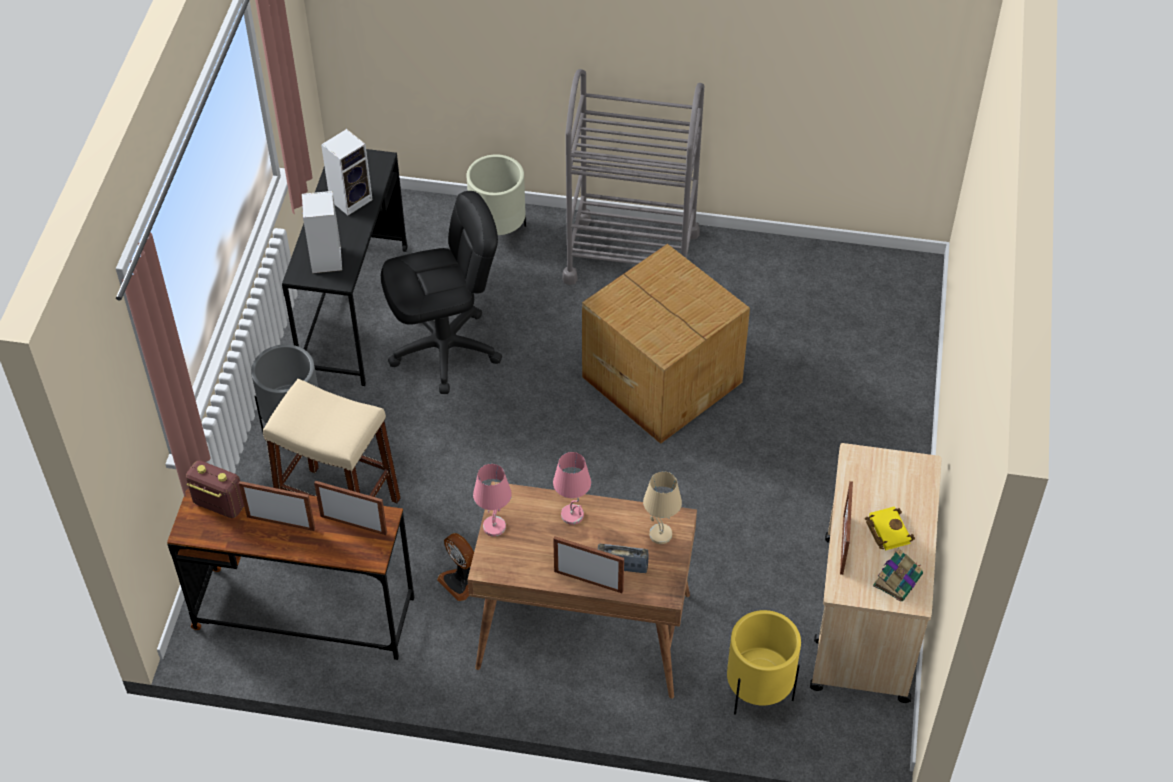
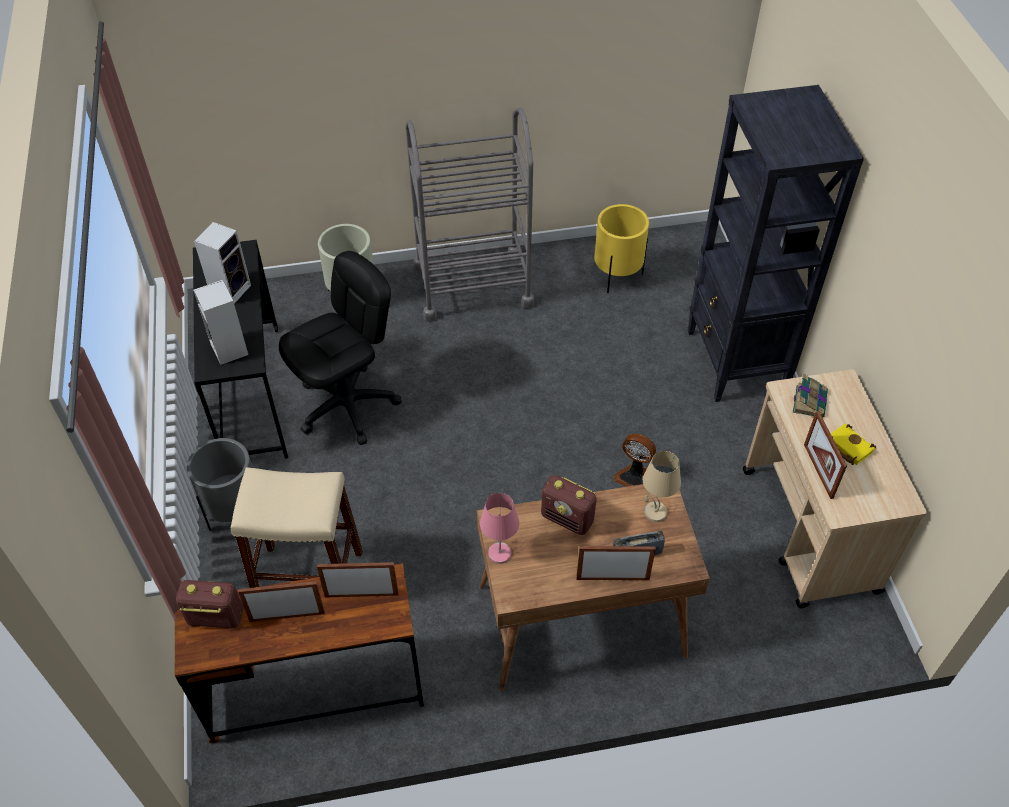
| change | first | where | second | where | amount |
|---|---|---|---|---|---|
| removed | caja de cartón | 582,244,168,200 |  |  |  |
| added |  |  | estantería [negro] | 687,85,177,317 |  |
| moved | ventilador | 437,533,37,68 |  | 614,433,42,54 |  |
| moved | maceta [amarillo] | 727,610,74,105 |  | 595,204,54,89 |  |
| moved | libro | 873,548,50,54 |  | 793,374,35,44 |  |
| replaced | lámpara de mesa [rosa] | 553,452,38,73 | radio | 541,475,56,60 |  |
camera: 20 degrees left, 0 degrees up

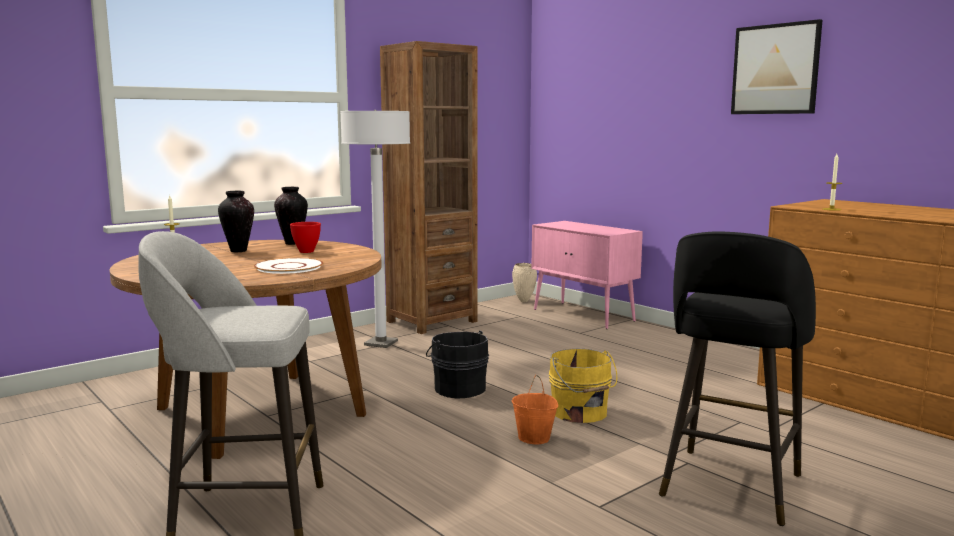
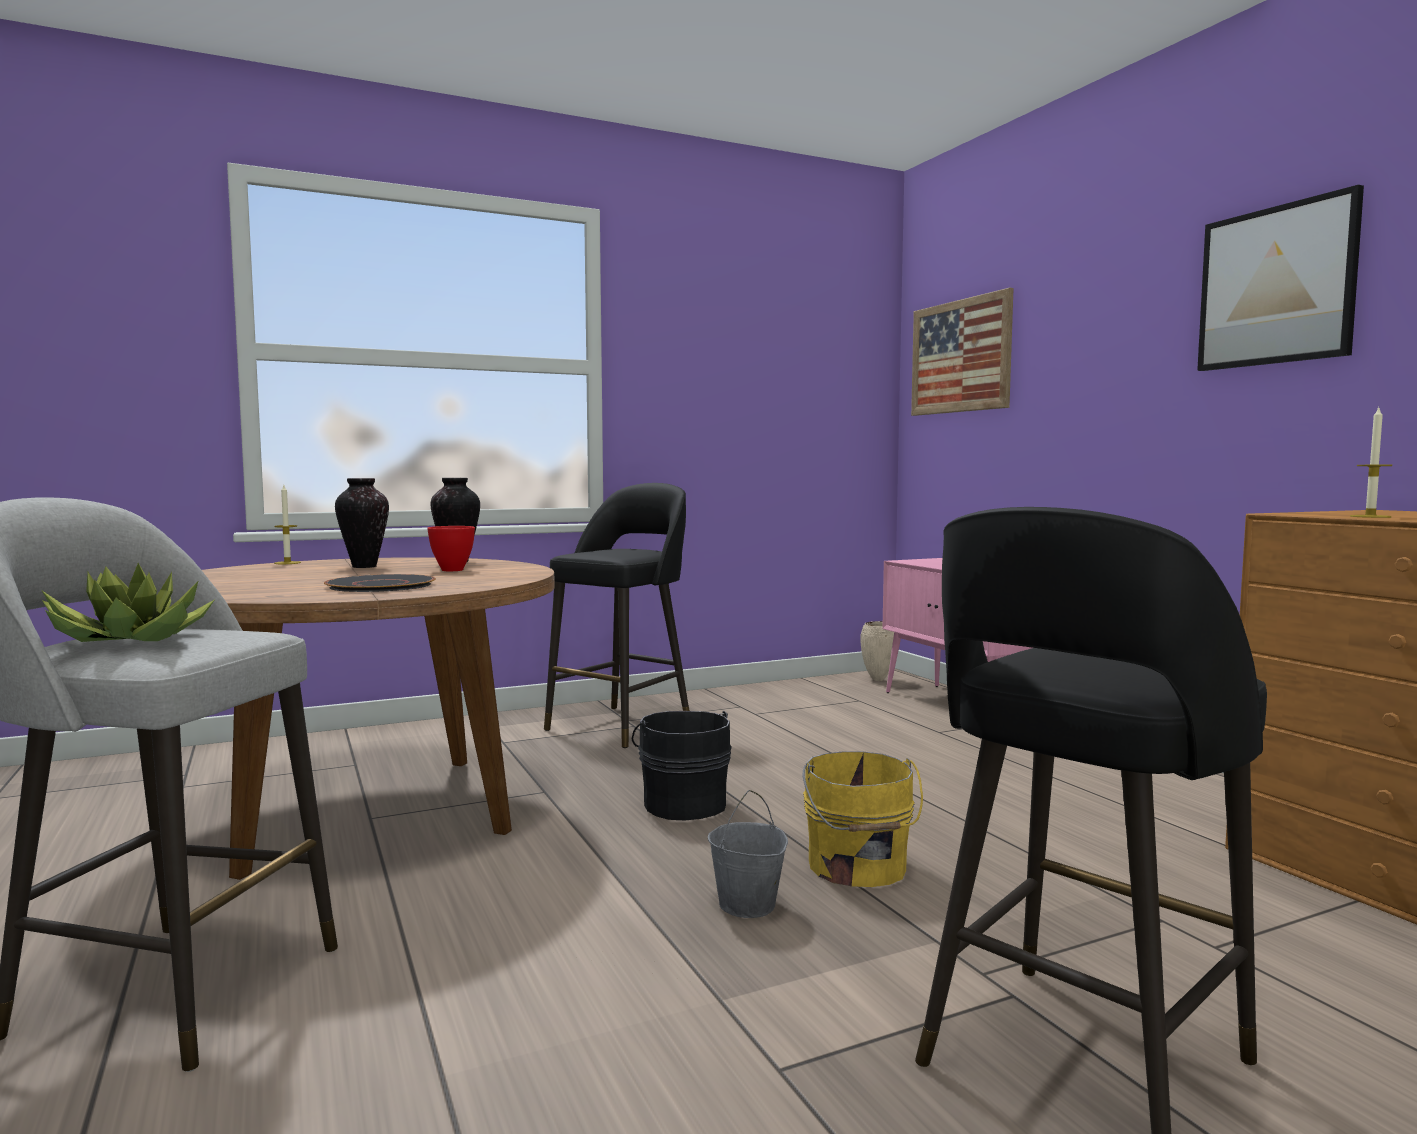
| change | first | where | second | where | amount |
|---|---|---|---|---|---|
| removed | estantería [marrón] | 380,41,98,293 |  |  |  |
| added |  |  | planta en maceta | 42,563,173,79 |  |
| added |  |  | cuadro | 911,288,103,128 |  |
| replaced | lámpara de pie [blanco] | 340,110,70,238 | taburete [negro] | 544,483,146,265 |  |
| recoloured | plato [blanco] | 254,258,69,16 | plato [negro] | 324,574,112,18 |  |
| recoloured | cubo [naranja] | 512,375,46,69 | cubo [gris] | 708,790,80,128 |  |
camera: 15 degrees right, 5 degrees down

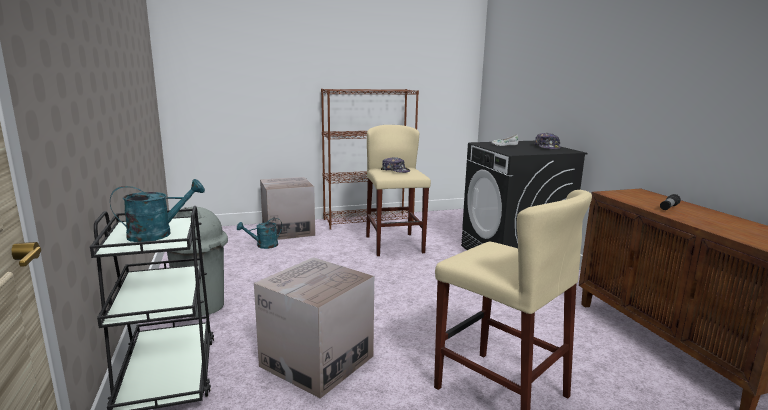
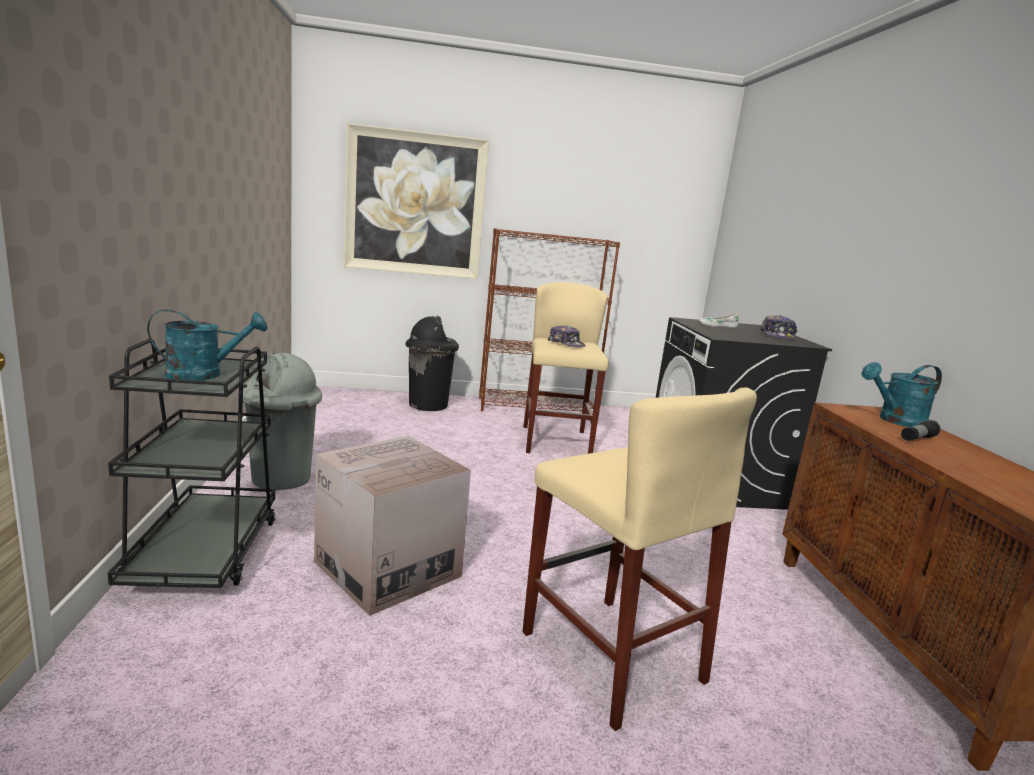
| change | first | where | second | where | amount |
|---|---|---|---|---|---|
| added |  |  | cuadro | 343,123,146,156 |  |
| moved | regadera [turquesa] | 237,218,45,31 |  | 861,362,81,65 |  |
| replaced | caja de cartón | 260,177,55,63 | papelera [negro] | 405,316,54,95 |  |
camera: 10 degrees right, 0 degrees up

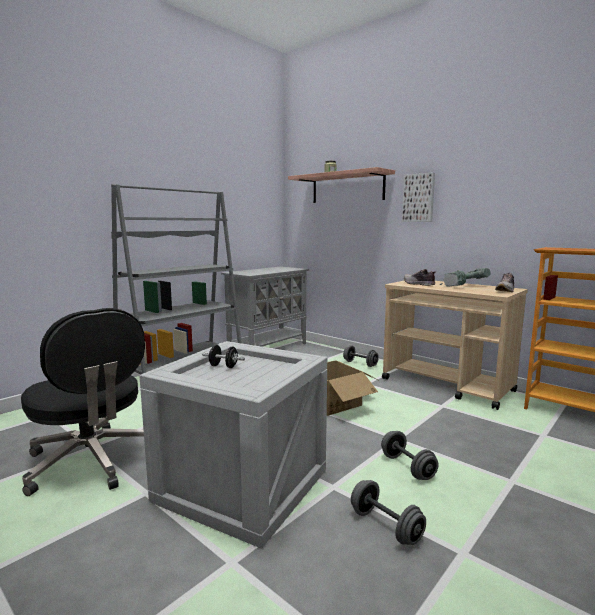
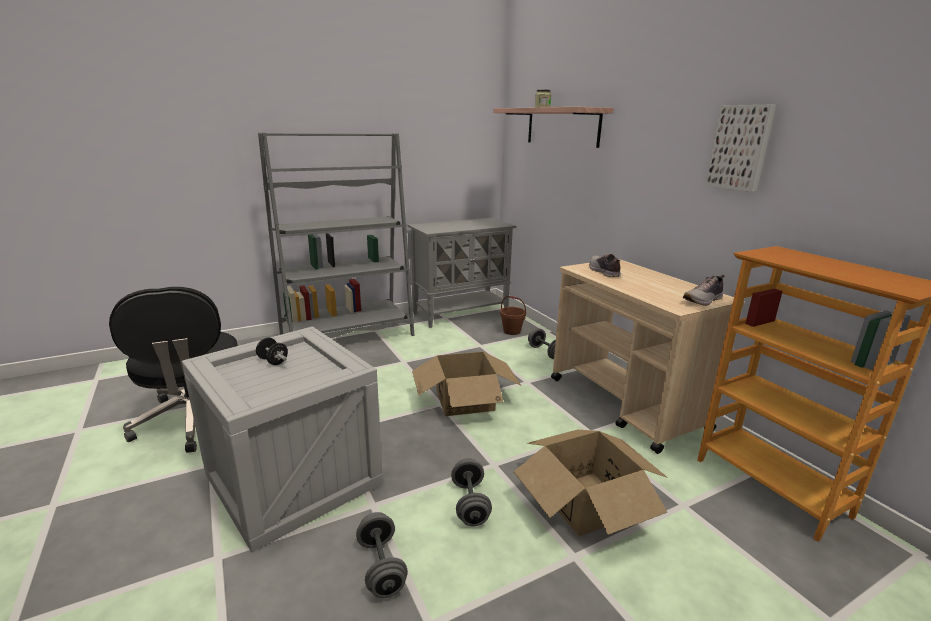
| change | first | where | second | where | amount |
|---|---|---|---|---|---|
| removed | taladro | 440,268,51,19 |  |  |  |
| added |  |  | cubo [marrón] | 500,295,26,40 |  |
| added |  |  | caja de cartón | 513,430,155,106 |  |
| moved | cuadro | 402,172,33,50 |  | 706,105,70,87 |  |
camera: 20 degrees right, 10 degrees up

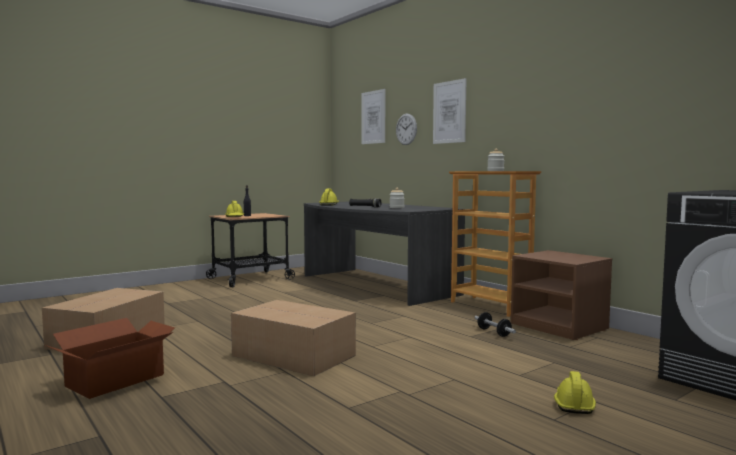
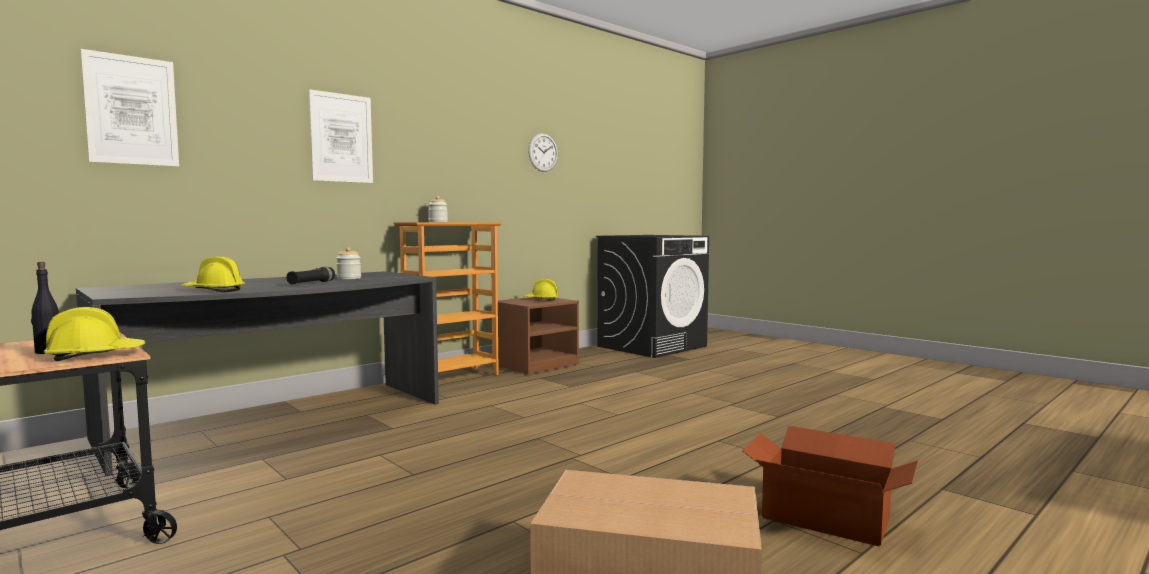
| change | first | where | second | where | amount |
|---|---|---|---|---|---|
| removed | caja de cartón | 231,300,125,76 |  |  |  |
| removed | mancuerna | 475,312,41,25 |  |  |  |
| moved | reloj de pared | 396,114,21,31 |  | 528,133,30,39 |  |
| moved | casco [amarillo] | 554,371,42,43 |  | 524,279,34,22 |  |
camera: 95 degrees left, 0 degrees up

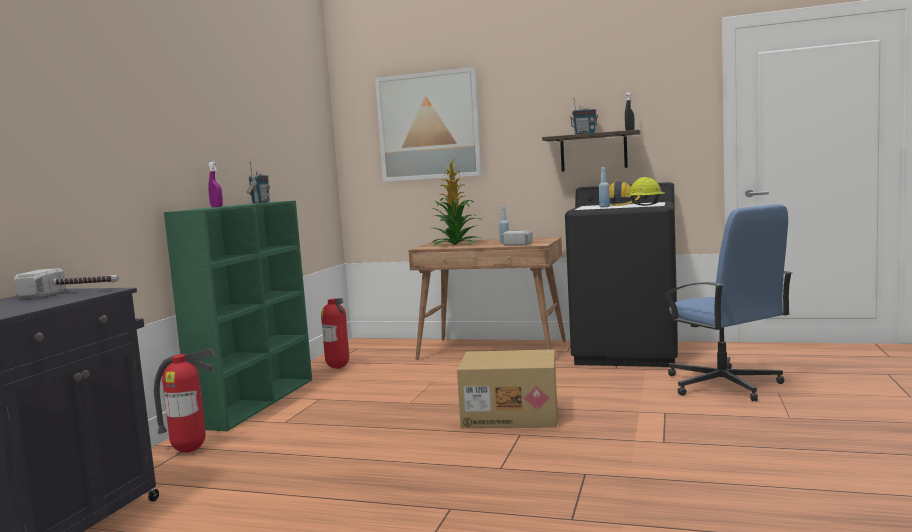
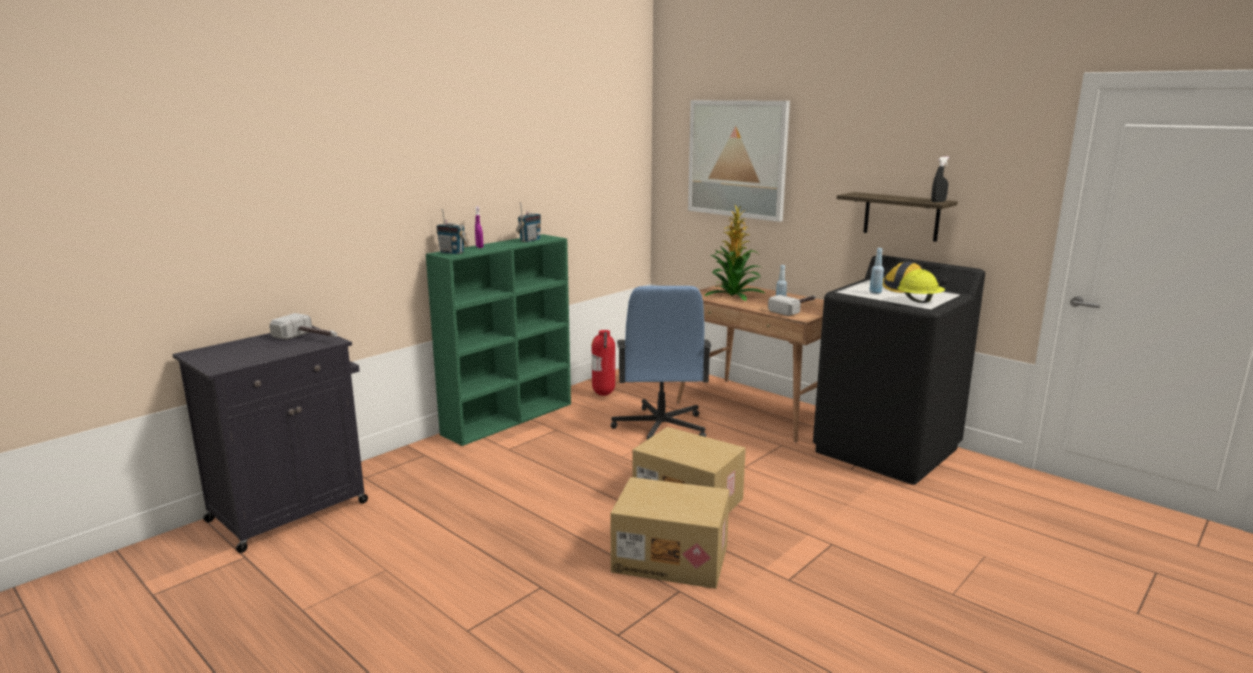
| change | first | where | second | where | amount |
|---|---|---|---|---|---|
| removed | extintor | 154,349,62,104 |  |  |  |
| added |  |  | caja de cartón | 610,477,120,112 |  |
| moved | radio | 570,98,28,36 |  | 436,209,32,45 |  |
| moved | silla de oficina [azul] | 663,204,129,197 |  | 610,286,102,154 |  |
camera: 25 degrees right, 10 degrees up

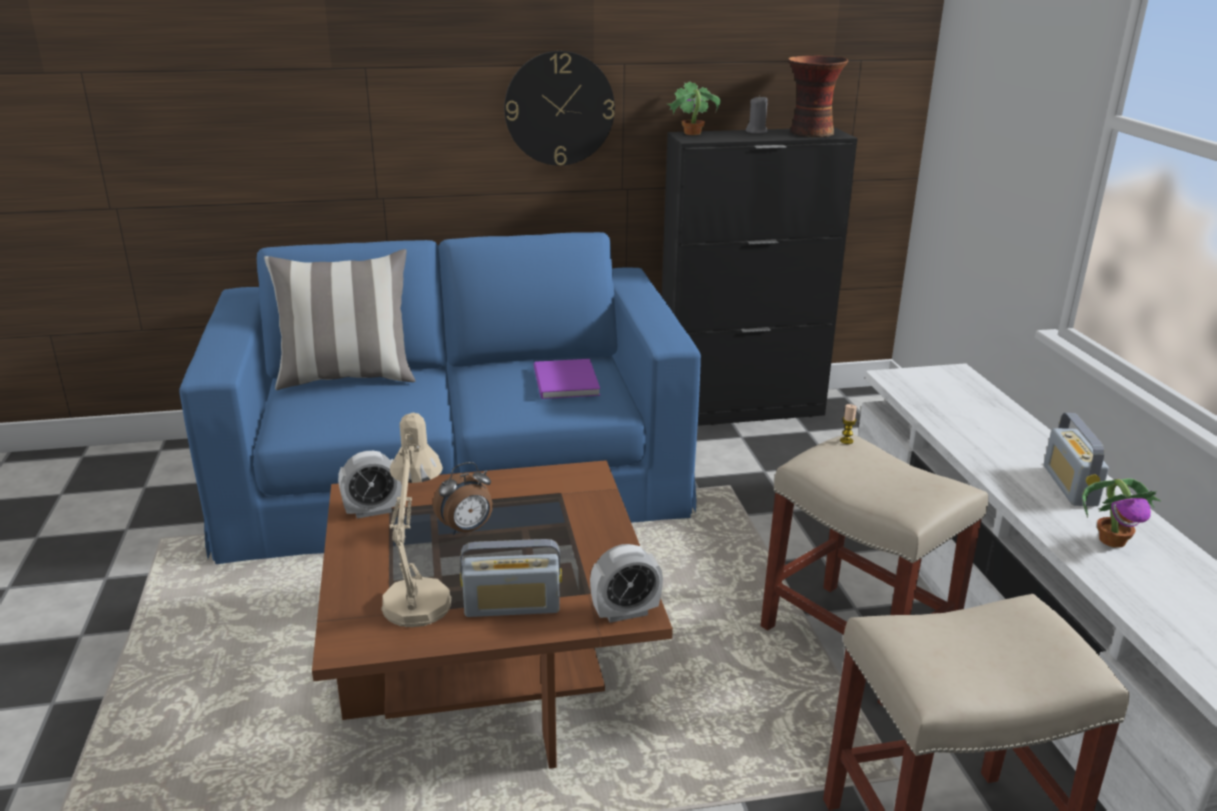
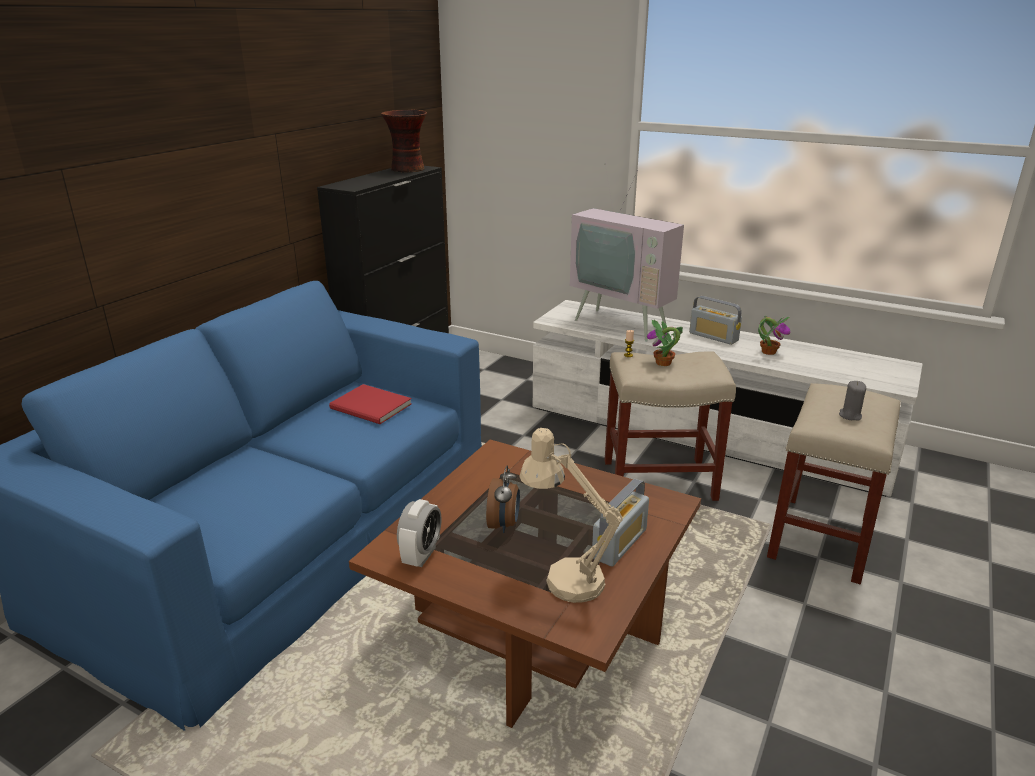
| change | first | where | second | where | amount |
|---|---|---|---|---|---|
| removed | cojín | 264,249,151,141 |  |  |  |
| removed | reloj de pared | 504,51,111,115 |  |  |  |
| removed | despertador | 590,544,73,79 |  |  |  |
| added |  |  | televisor | 570,163,114,178 |  |
| moved | planta en maceta | 667,81,54,54 |  | 647,319,36,47 |  |
| moved | vela [gris] | 746,95,22,39 |  | 839,381,27,39 |  |
| recoloured | libro [morado] | 534,359,66,40 | libro [rojo] | 329,384,83,40 |  |
camera: 50 degrees left, 0 degrees up

